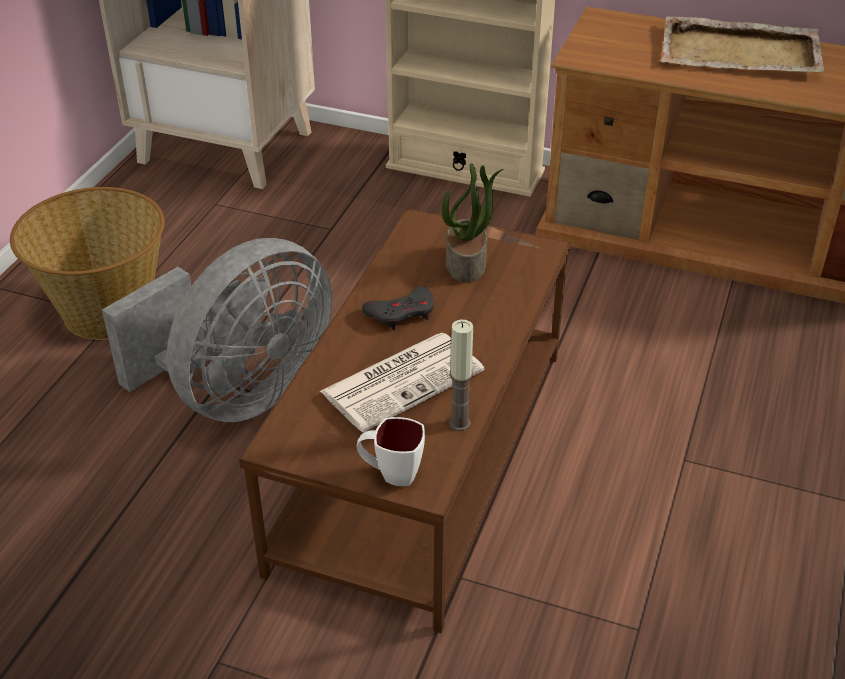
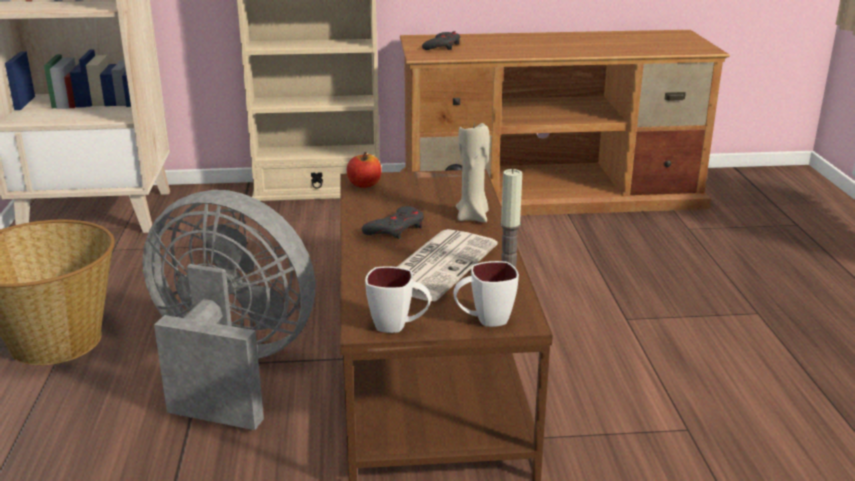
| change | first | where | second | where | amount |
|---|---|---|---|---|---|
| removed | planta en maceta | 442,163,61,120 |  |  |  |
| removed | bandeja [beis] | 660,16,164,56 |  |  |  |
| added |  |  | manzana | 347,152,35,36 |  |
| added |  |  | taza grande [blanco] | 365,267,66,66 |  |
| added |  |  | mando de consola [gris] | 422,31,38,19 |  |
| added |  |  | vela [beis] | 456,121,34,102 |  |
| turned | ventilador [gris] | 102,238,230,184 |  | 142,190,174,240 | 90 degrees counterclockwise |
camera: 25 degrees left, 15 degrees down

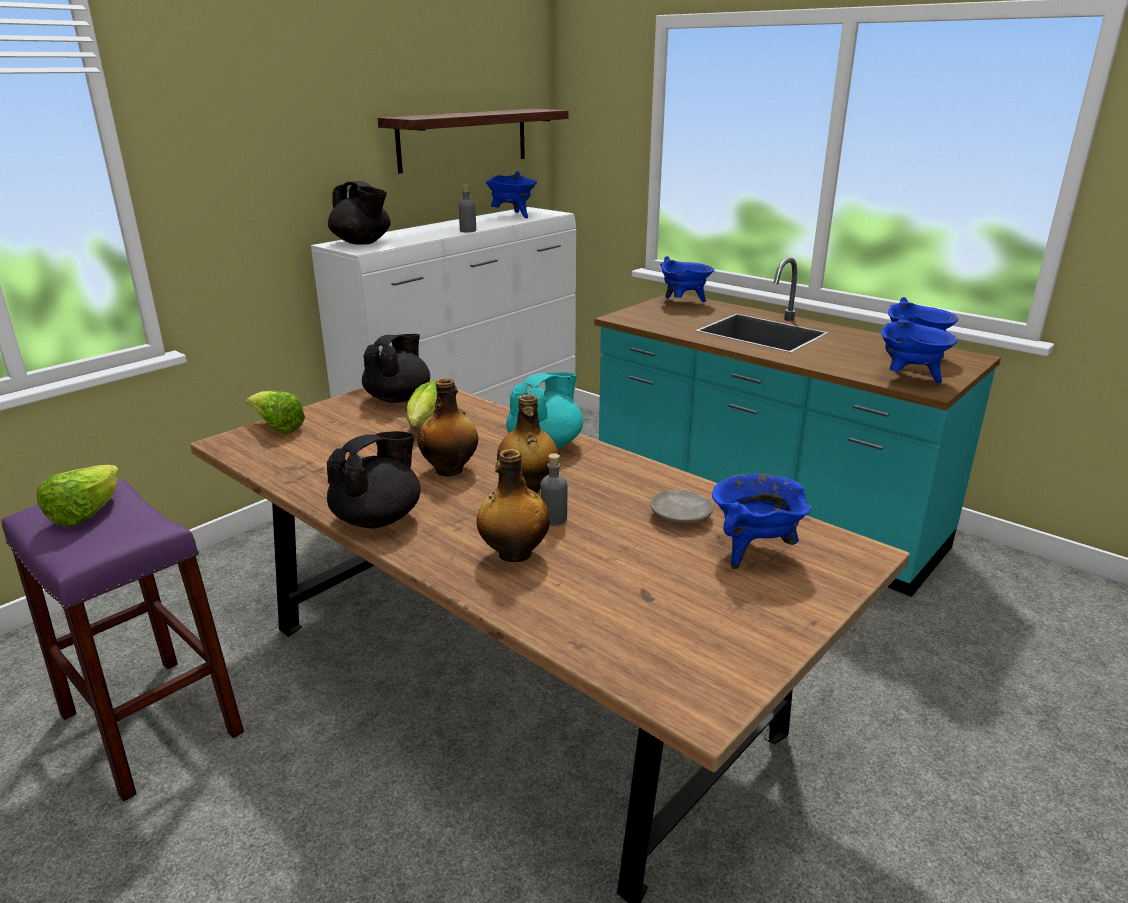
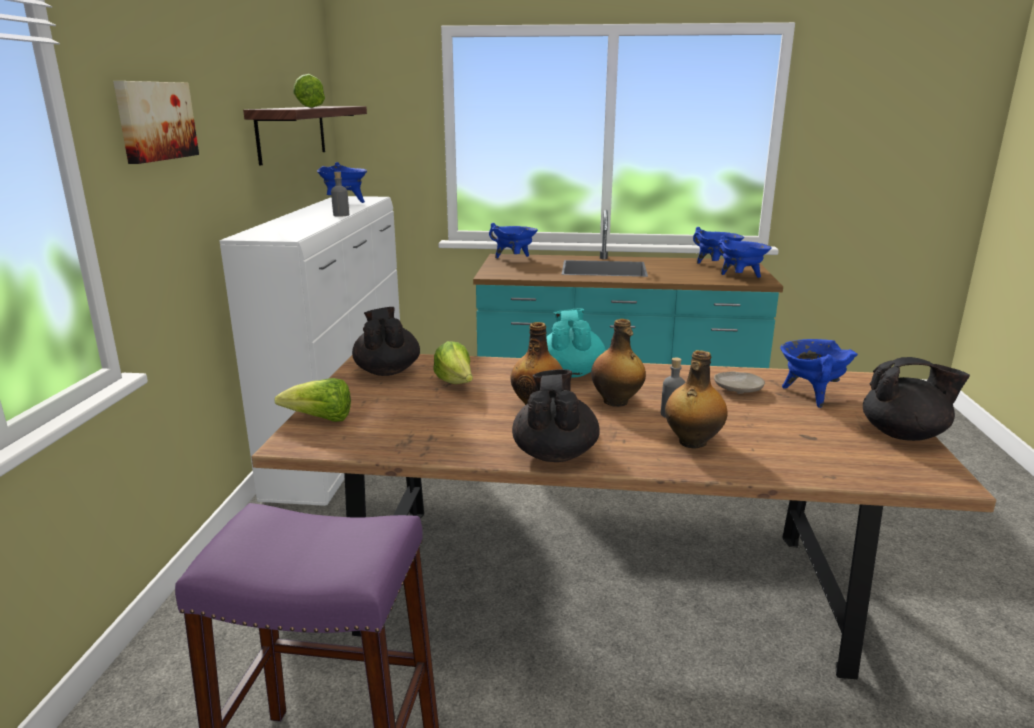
| change | first | where | second | where | amount |
|---|---|---|---|---|---|
| added |  |  | cuadro | 113,81,86,83 |  |
| moved | lechuga | 37,465,82,62 |  | 293,74,32,34 |  |
| moved | tetera [negro] | 328,181,63,64 |  | 863,357,107,84 |  |
camera: 35 degrees left, 5 degrees down

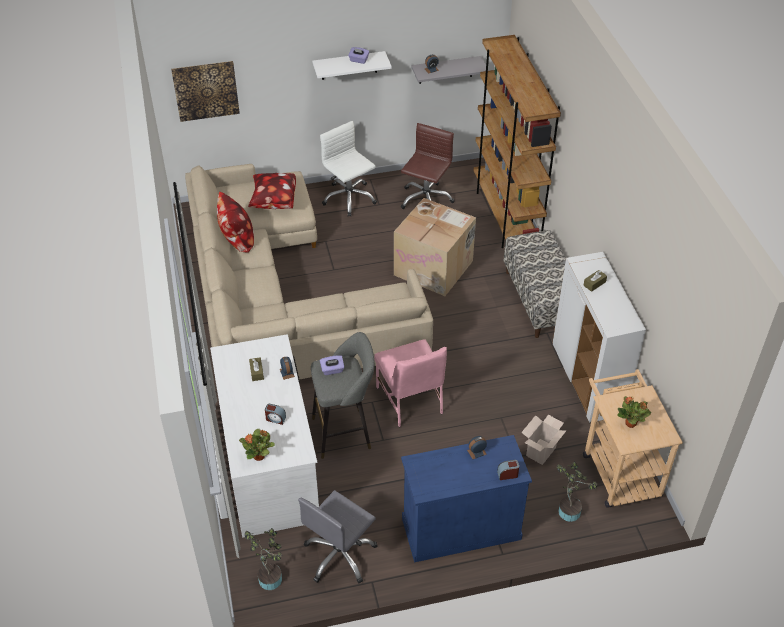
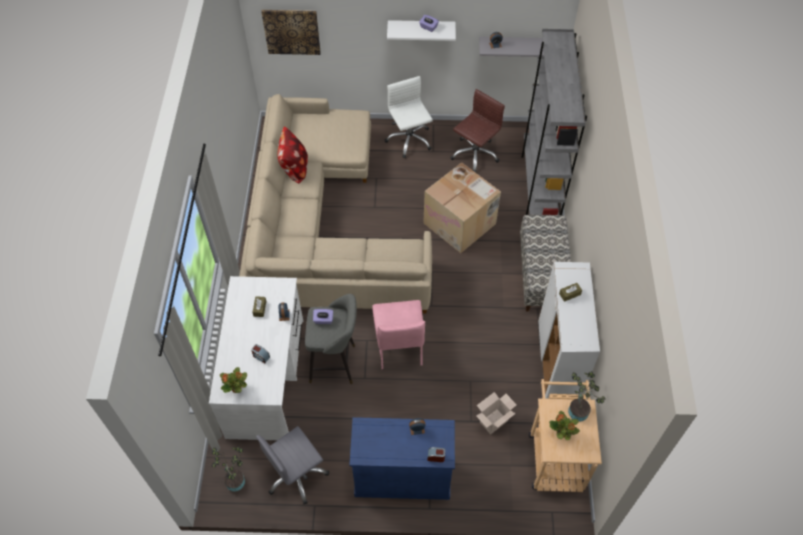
| change | first | where | second | where | amount |
|---|---|---|---|---|---|
| removed | cojín | 248,173,48,36 |  |  |  |
| moved | planta en maceta | 557,462,41,60 |  | 568,371,38,51 |  |
| recoloured | estantería [marrón] | 473,35,88,213 | estantería [gris] | 522,29,65,186 |  |
camera: 15 degrees right, 10 degrees up

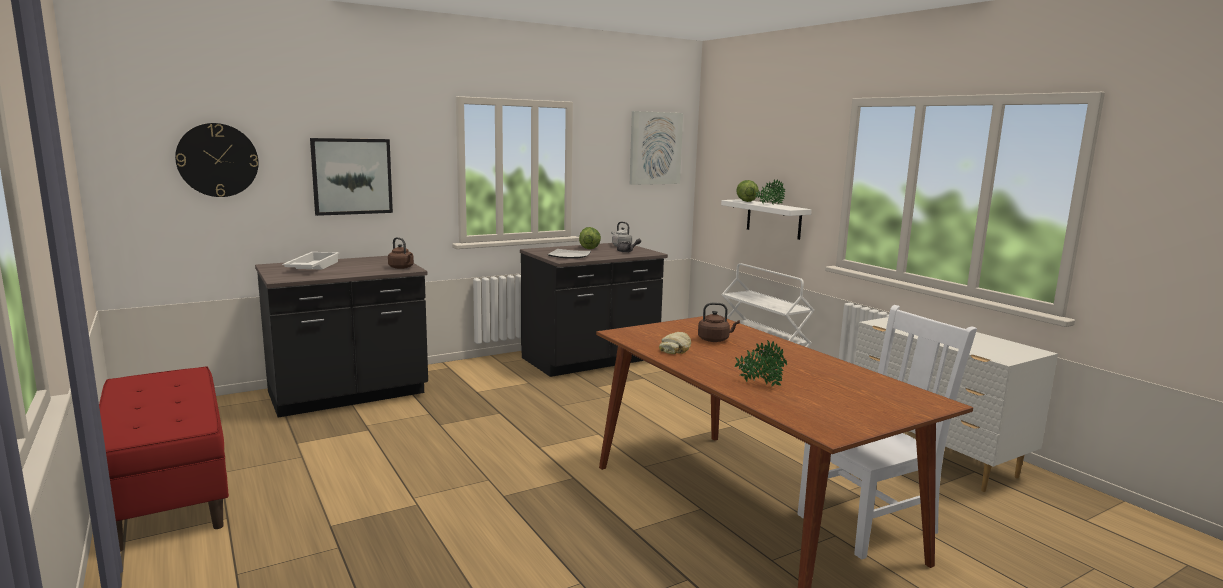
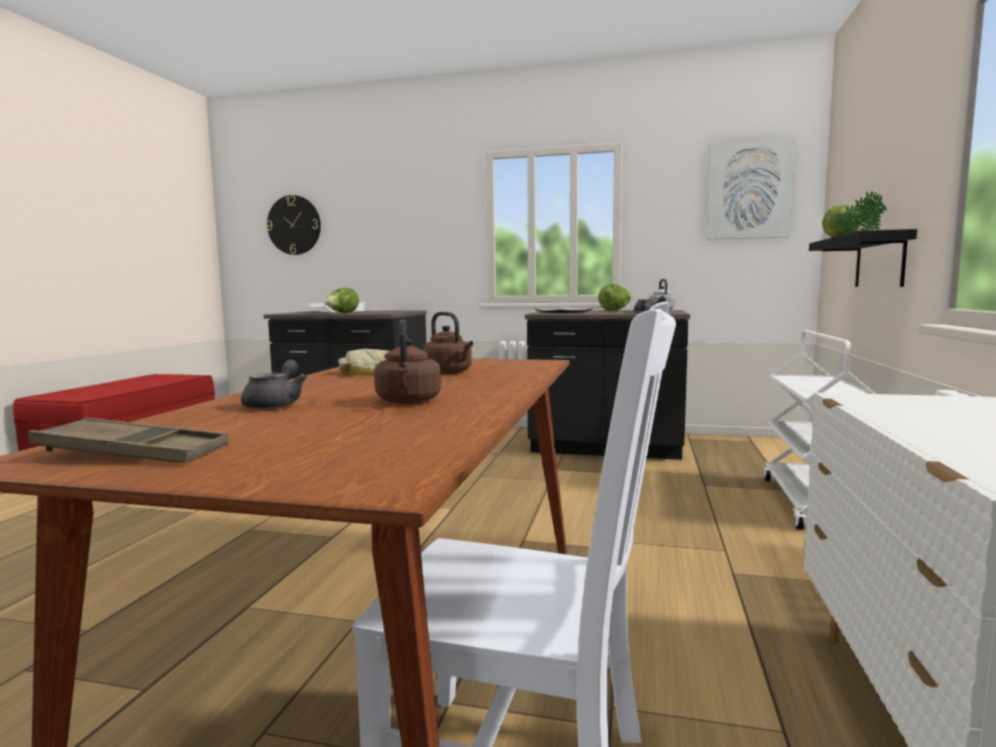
| change | first | where | second | where | amount |
|---|---|---|---|---|---|
| removed | cuadro | 310,138,83,78 |  |  |  |
| added |  |  | bandeja [marrón] | 28,417,200,46 |  |
| added |  |  | lechuga | 324,288,35,25 |  |
| moved | hervidor [marrón] | 388,237,26,32 |  | 374,320,67,84 |  |
| replaced | planta en maceta | 734,340,53,47 | tetera [gris] | 241,360,66,50 |  |
| recoloured | estante [blanco] | 721,199,91,41 | estante [negro] | 809,229,108,58 |  |
camera: 45 degrees right, 5 degrees down

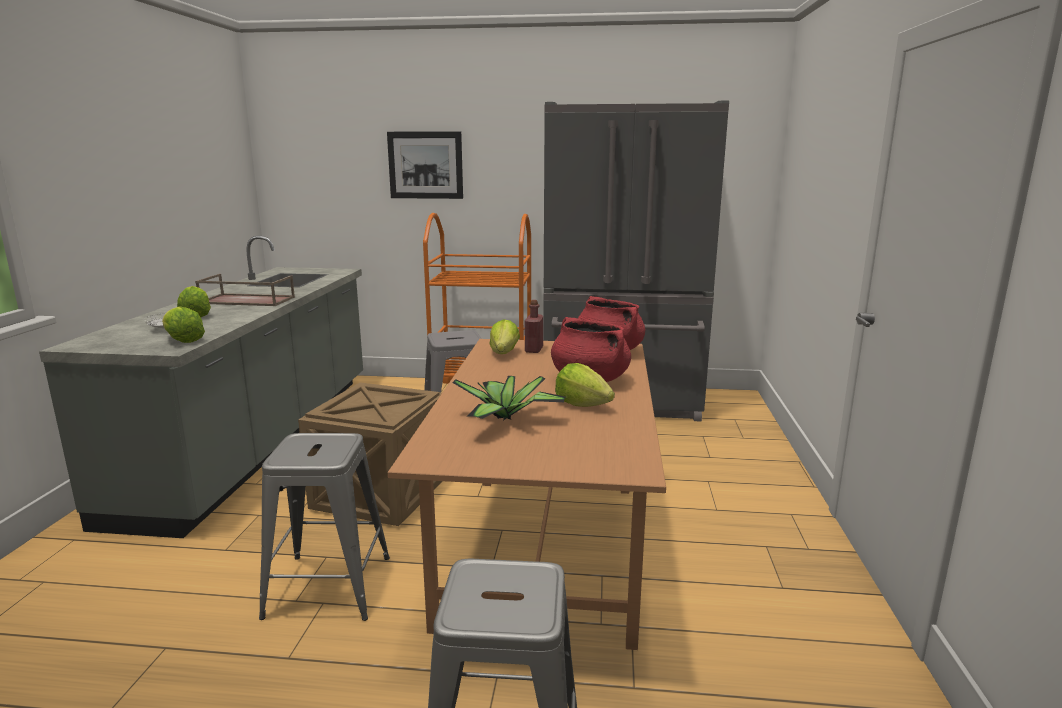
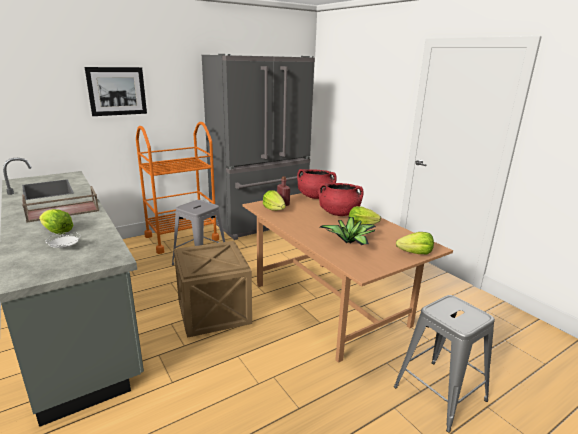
| change | first | where | second | where | amount |
|---|---|---|---|---|---|
| removed | taburete [gris] | 259,433,131,188 |  |  |  |
| moved | lechuga | 162,306,43,37 |  | 396,232,38,22 |  |
camera: 40 degrees left, 5 degrees up

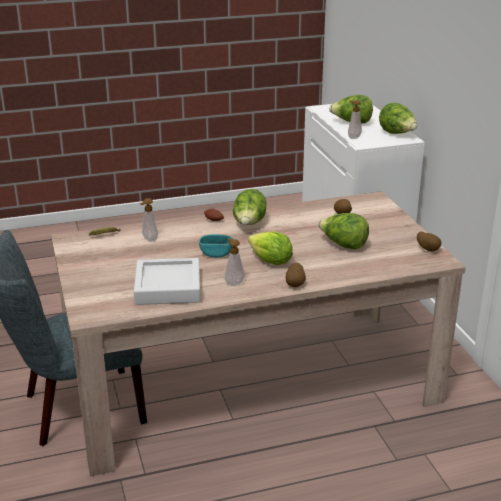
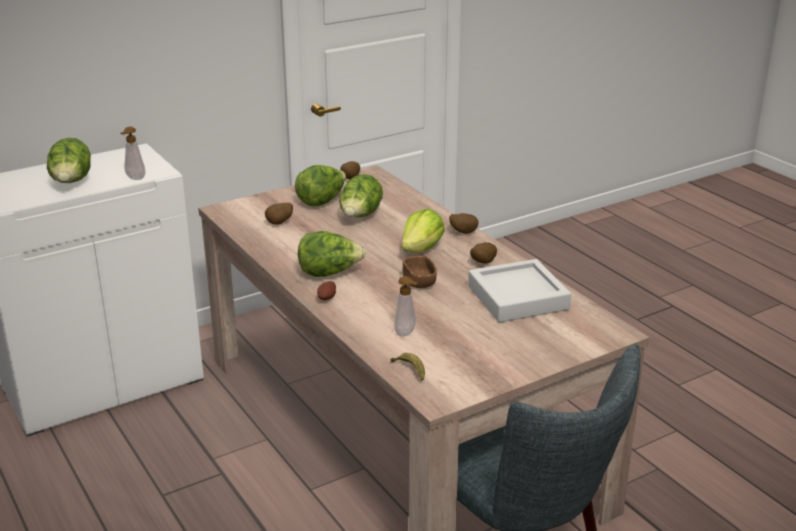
| change | first | where | second | where | amount |
|---|---|---|---|---|---|
| moved | lechuga | 379,103,38,31 |  | 295,165,51,41 |  |
| replaced | dispensador de jabón | 225,238,20,48 | patata | 470,242,27,22 |  |
| recoloured | cuenco [turquesa] | 199,234,34,23 | cuenco [marrón] | 403,256,34,32 |  |
camera: 105 degrees left, 0 degrees up

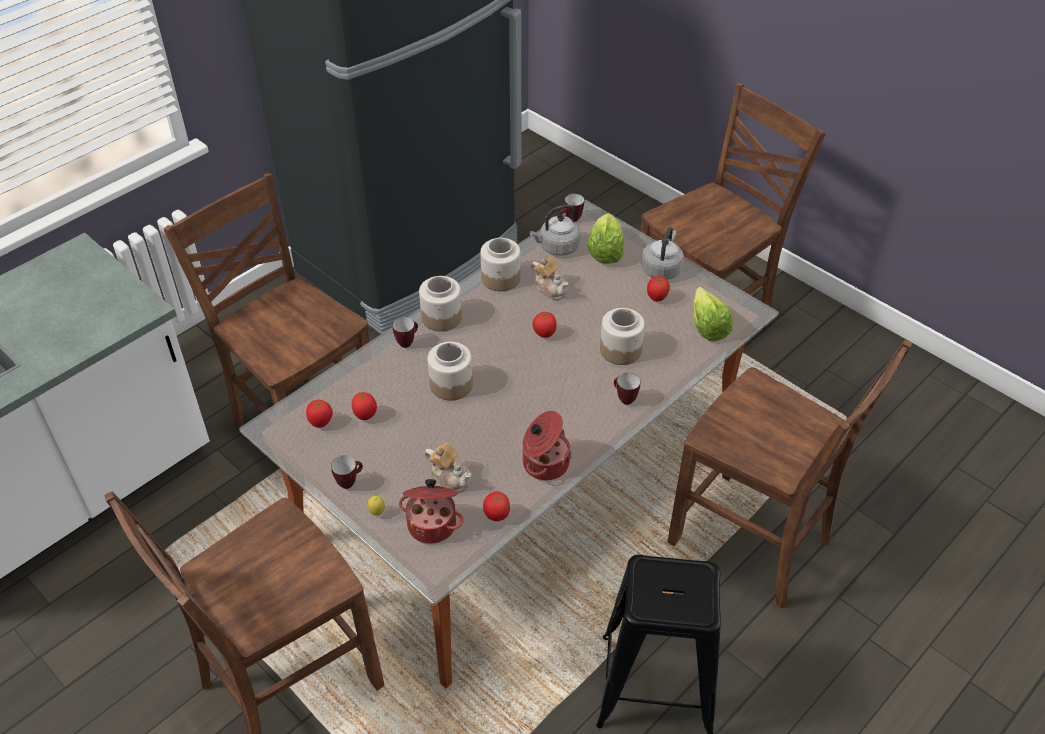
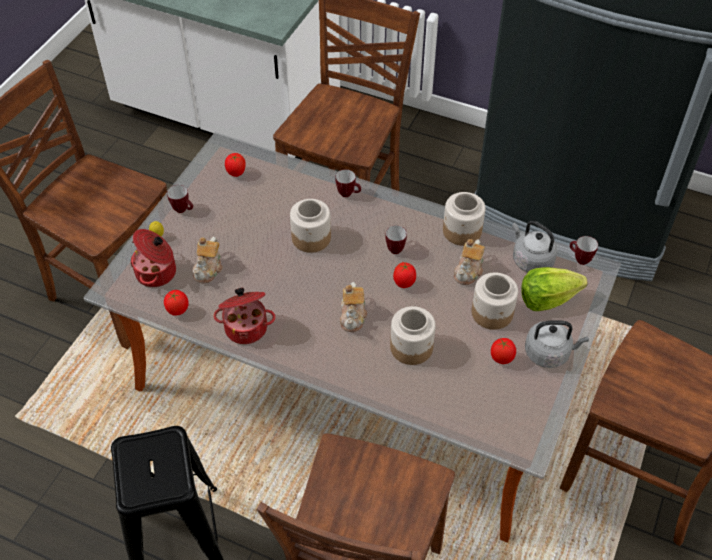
| change | first | where | second | where | amount |
|---|---|---|---|---|---|
| removed | tomate | 352,392,25,28 |  |  |  |
| removed | lechuga | 693,287,40,54 |  |  |  |
| added |  |  | tetera | 340,282,27,50 |  |
| moved | tarro | 419,276,43,55 |  | 472,272,46,58 |  |
| moved | taza grande | 614,373,26,32 |  | 385,225,22,29 |  |
camera: 70 degrees right, 5 degrees up

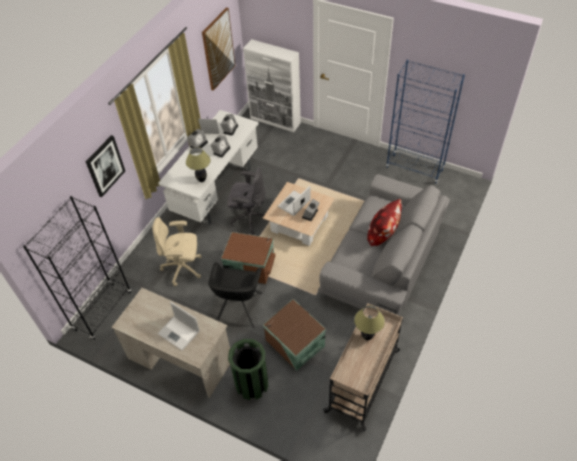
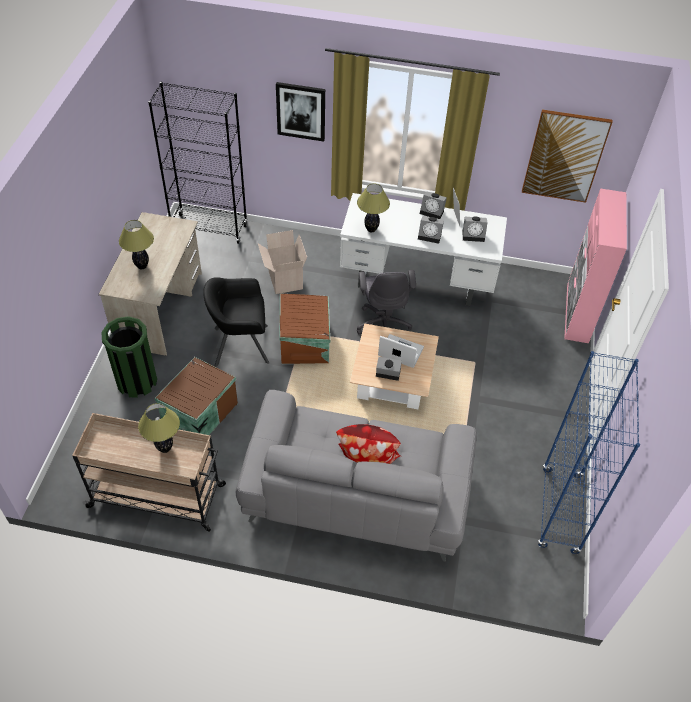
| change | first | where | second | where | amount |
|---|---|---|---|---|---|
| replaced | silla de oficina [beis] | 152,217,50,69 | caja de cartón | 258,230,49,64 |  |
| replaced | portátil | 157,302,43,48 | lámpara de mesa | 119,220,35,49 |  |
| recoloured | armario [blanco] | 243,39,58,93 | armario [rosa] | 564,188,63,155 |  |
camera: 70 degrees right, 0 degrees up

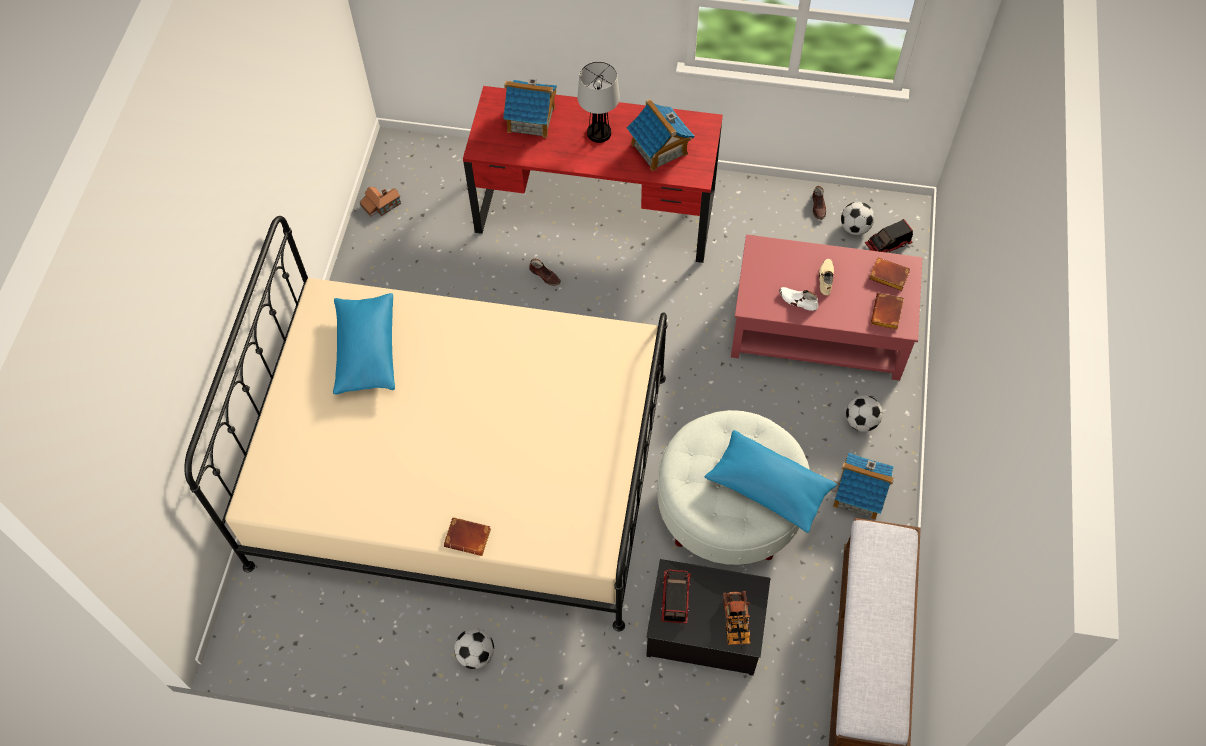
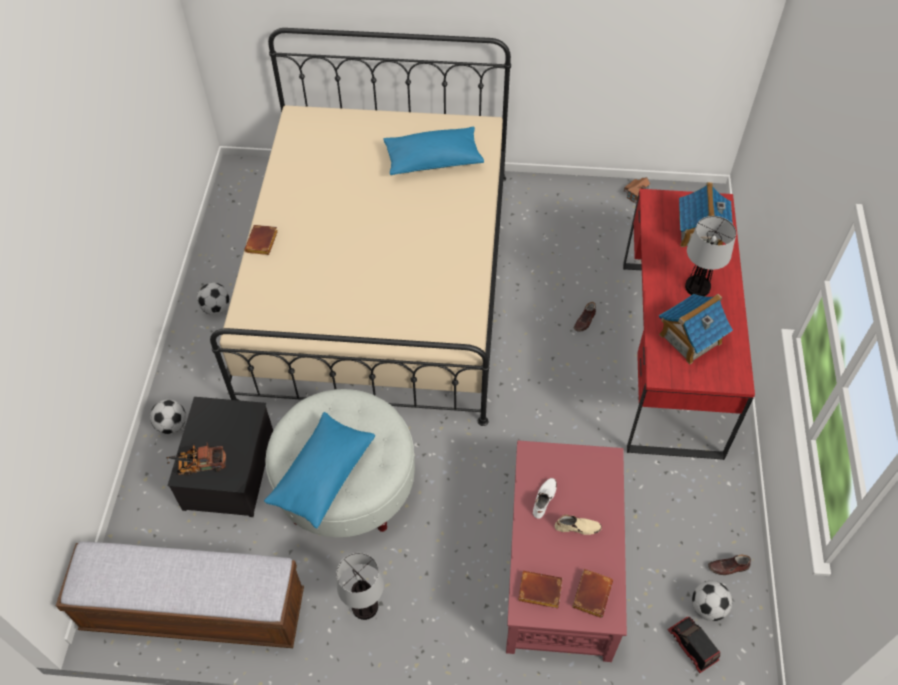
| change | first | where | second | where | amount |
|---|---|---|---|---|---|
| removed | camión de juguete | 661,570,30,53 |  |  |  |
| moved | balón de fútbol | 846,395,37,37 |  | 150,399,36,35 |  |
| replaced | casita | 831,452,63,68 | lámpara de mesa | 336,553,48,67 |  |
camera: 85 degrees right, 5 degrees down

